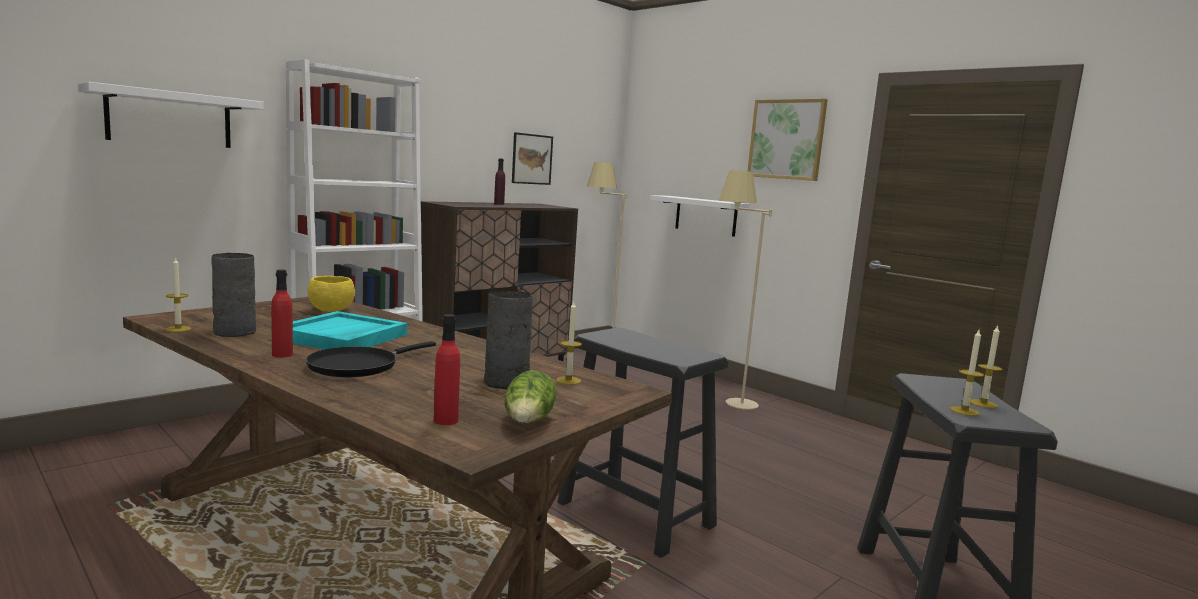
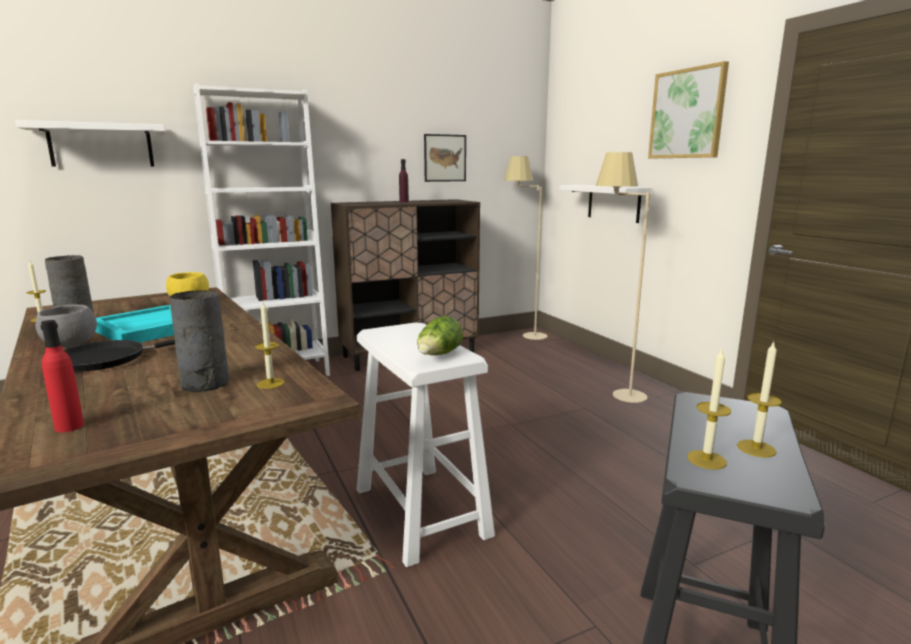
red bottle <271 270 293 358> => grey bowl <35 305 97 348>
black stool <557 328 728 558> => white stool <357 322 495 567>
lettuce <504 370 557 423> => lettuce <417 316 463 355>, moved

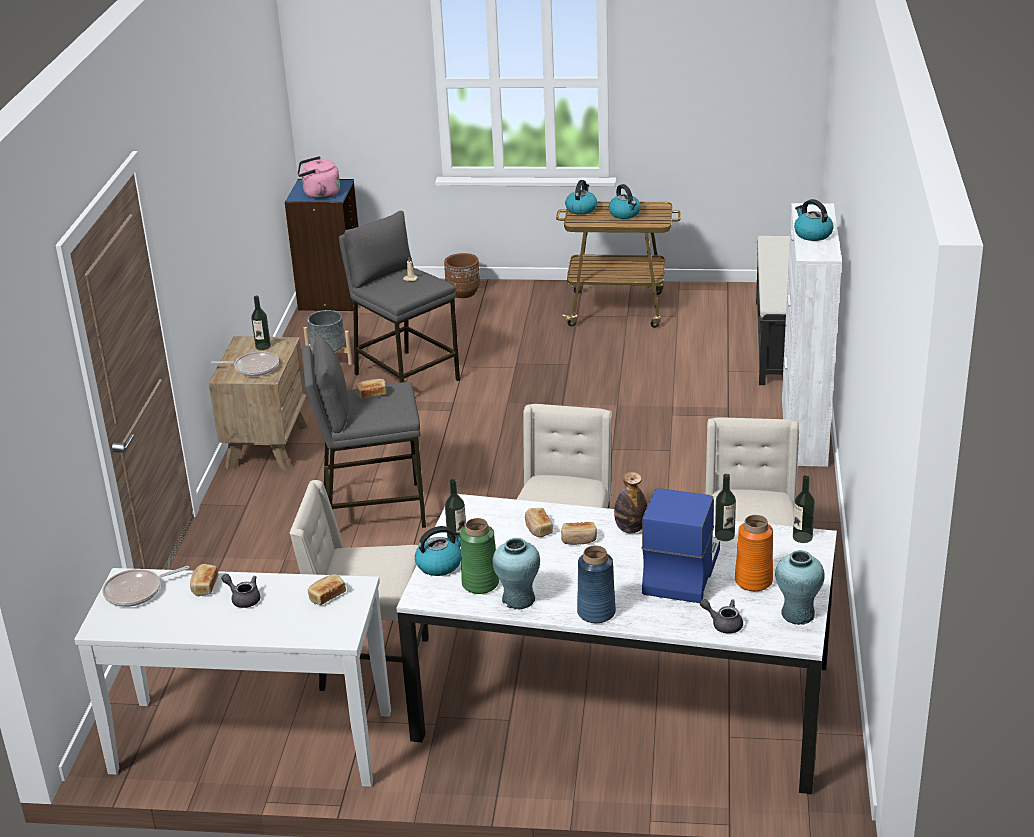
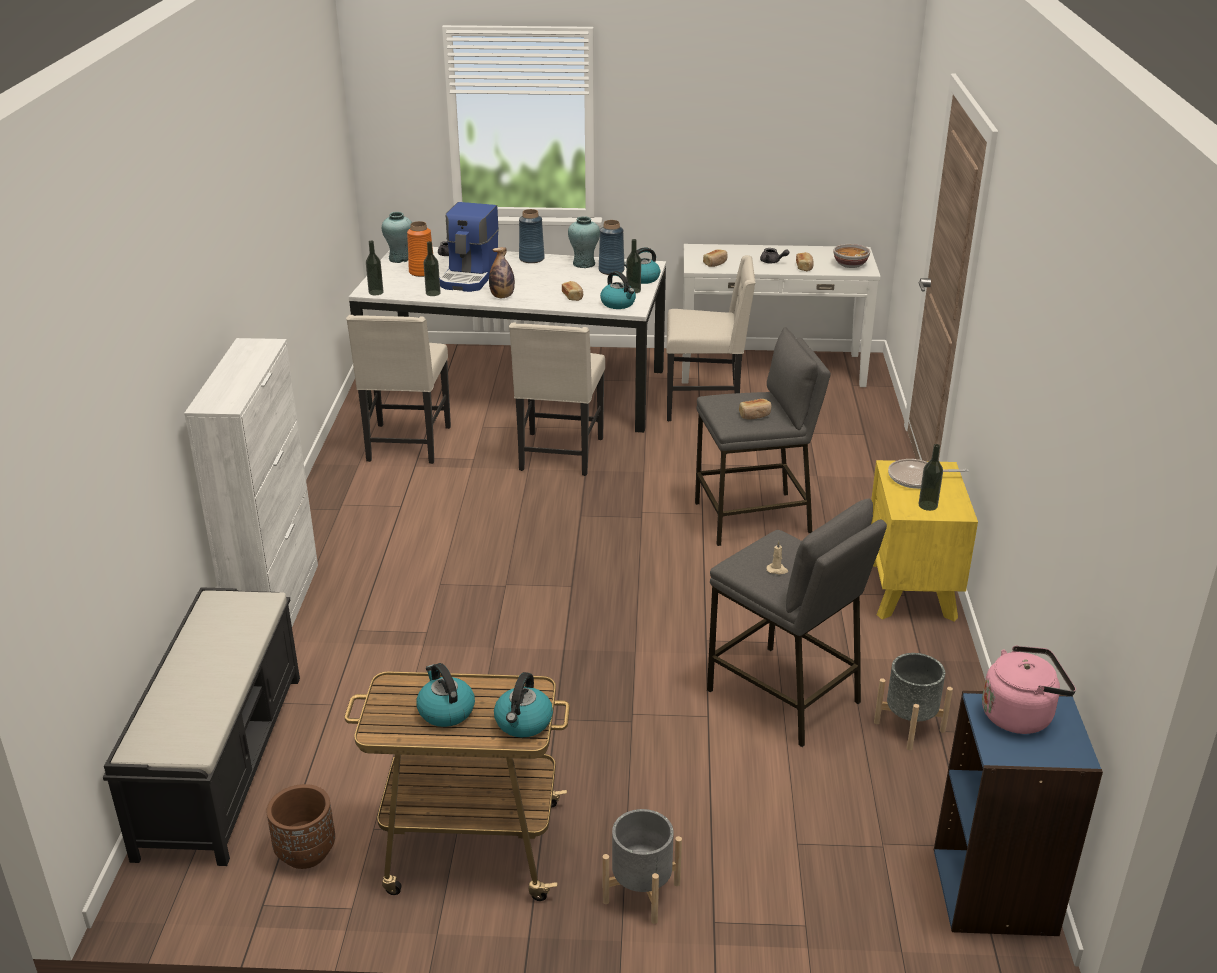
brown planter <444 253 480 298> => brown planter <266 784 335 869>, moved
green vase <460 518 499 594> => blue vase <599 220 625 275>
kettle <794 199 834 241> => kettle <600 271 636 309>, moved
nothing => grey planter <603 809 682 924>
frying pan <102 566 189 607> => bowl <834 244 870 268>
brown nightstand <209 336 308 471> => yellow nightstand <871 460 978 622>
bread <561 522 597 545> => nothing

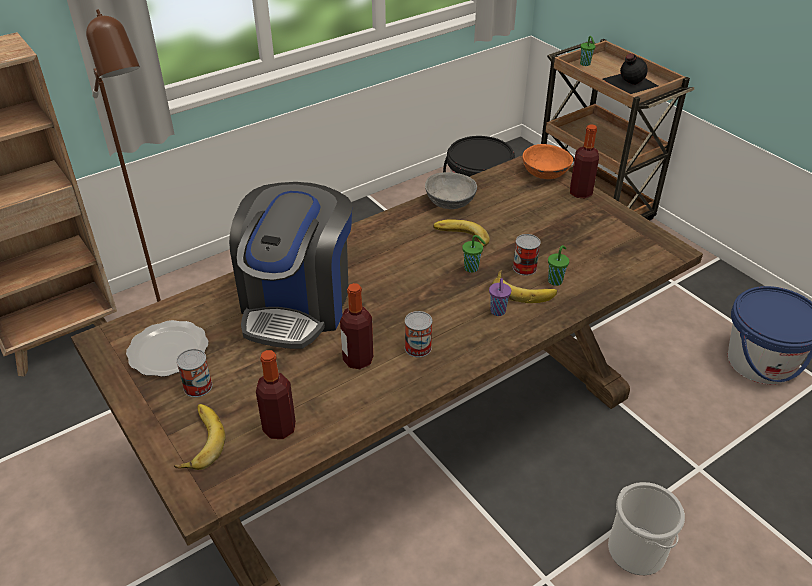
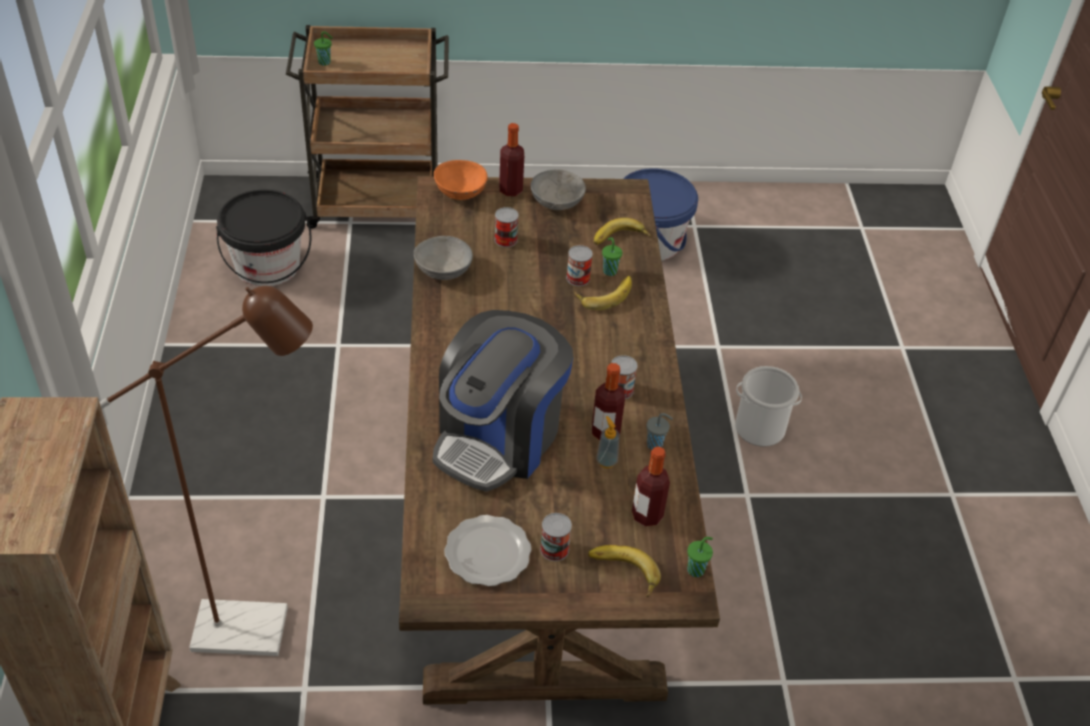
coffee machine <229 182 352 349> => coffee machine <433 310 573 492>, 75 degrees clockwise
nothing => can <494 207 519 247>
nothing => grey bowl <531 169 586 210>
banana <433 219 490 247> => banana <594 218 651 245>, moved
nothing => soap dispenser <596 416 620 468>
nothing => grey cup <646 413 673 450>
green cup <462 235 486 273> => green cup <687 537 713 577>, moved
purple cup <489 278 511 316> => nothing
black bottle <603 53 658 94> => nothing

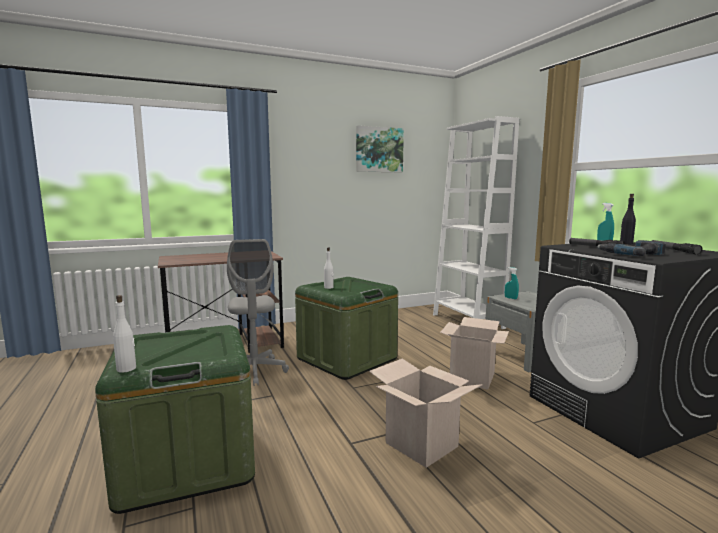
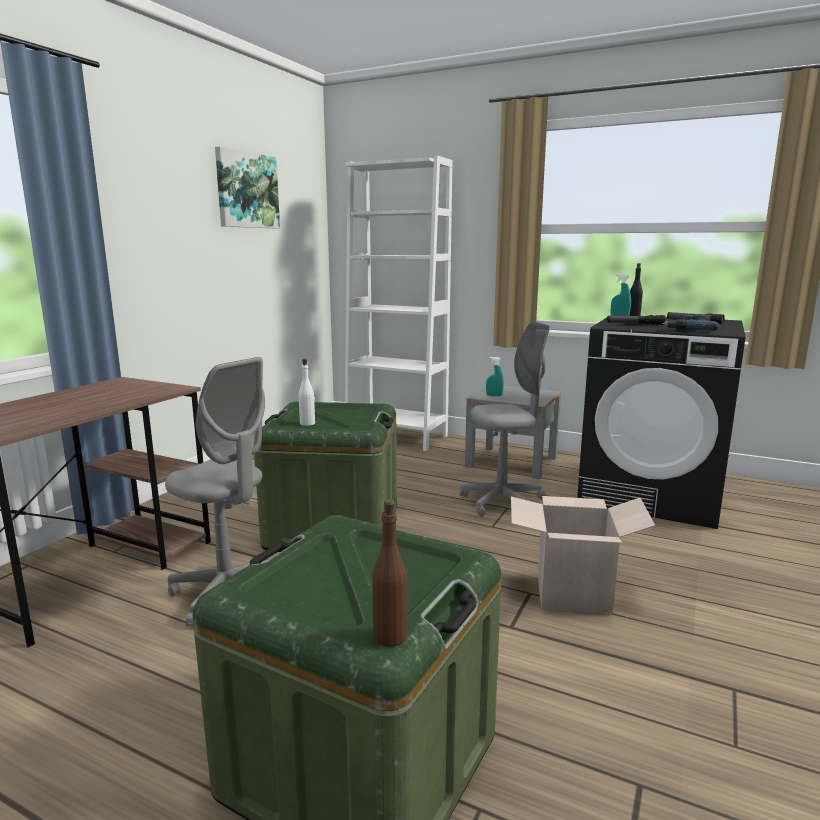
white bottle <113 295 136 373> => brown bottle <372 500 407 647>
cardboard box <440 317 509 390> => grey office chair <460 321 550 517>

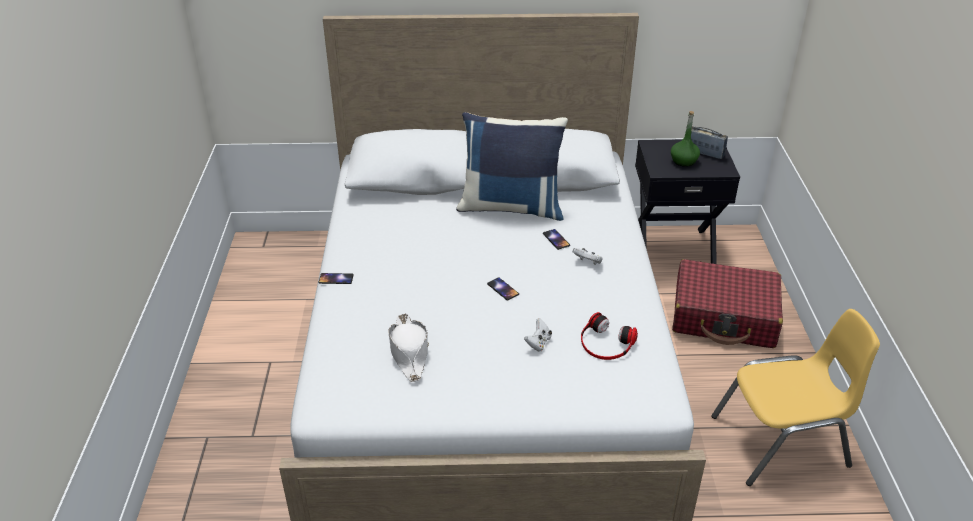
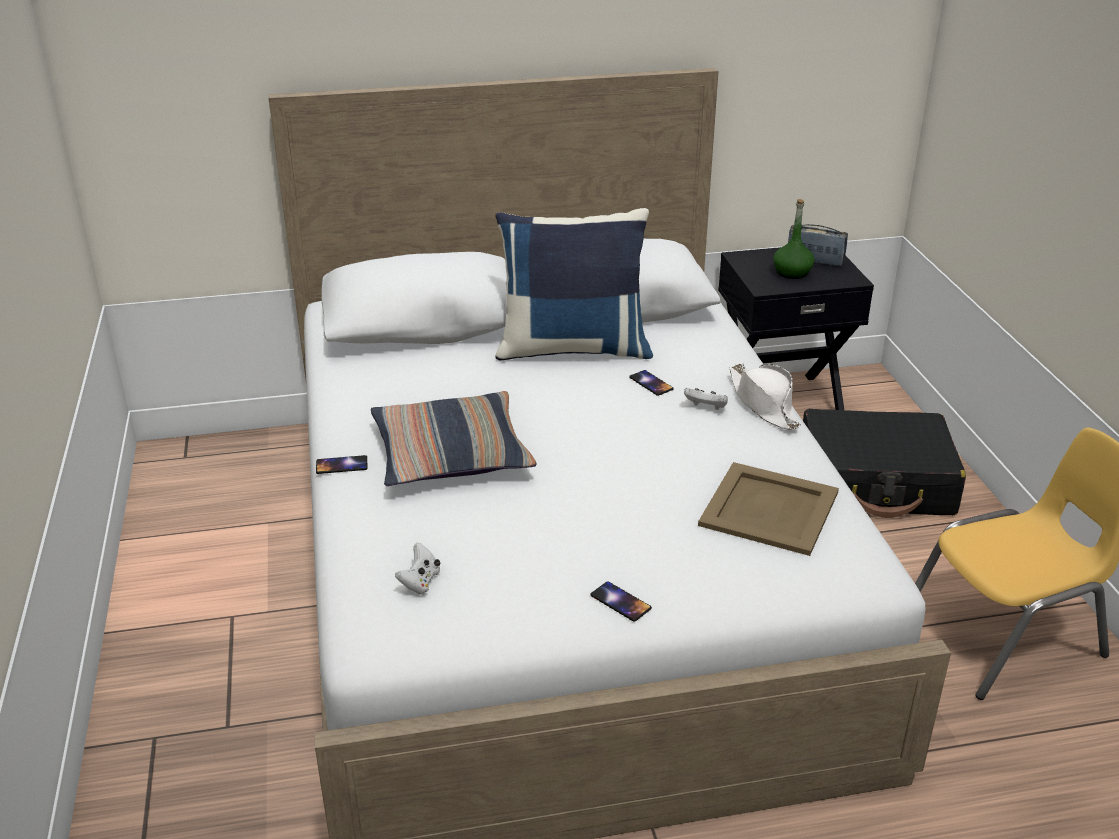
nothing => pillow <371 391 536 486>
white game controller <524 318 552 351> => white game controller <395 542 440 595>, moved
phone <487 278 519 301> => phone <590 581 652 622>, moved
headphones <581 312 638 360> => beige tray <698 462 839 556>
white hat <388 314 429 382> => white hat <730 363 801 430>, moved
red suitcase <672 259 783 348> => black suitcase <803 409 966 518>

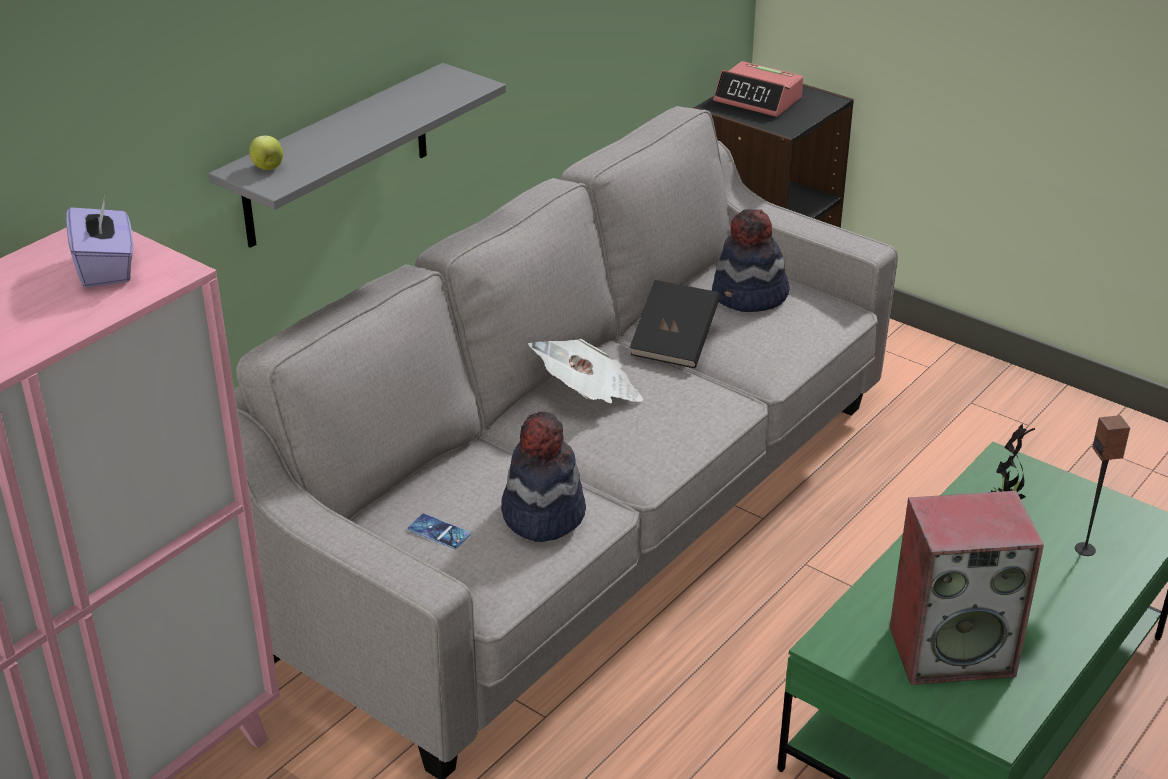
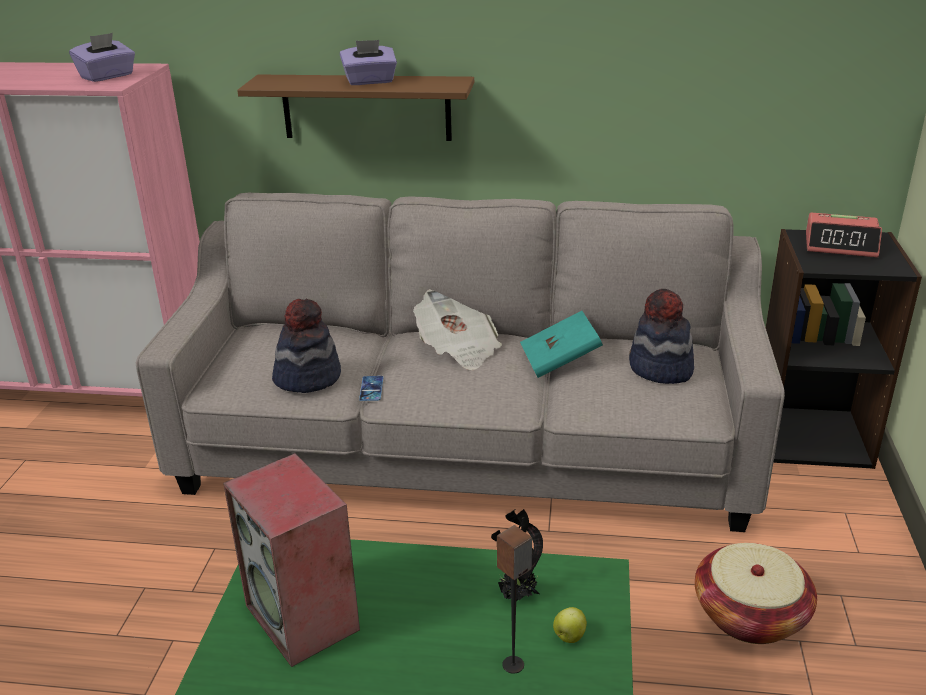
grey shelf <209 63 506 248> => brown shelf <237 75 474 141>
nothing => purple tissue box <340 40 397 85>
phone <408 513 471 549> => phone <359 376 383 401>, moved
black book <630 280 720 368> => turquoise book <520 311 603 378>
apple <249 135 283 170> => apple <553 607 587 643>, moved
nothing => basket <695 543 817 644>
alarm clock <713 61 803 117> => alarm clock <806 213 882 258>, 75 degrees counterclockwise

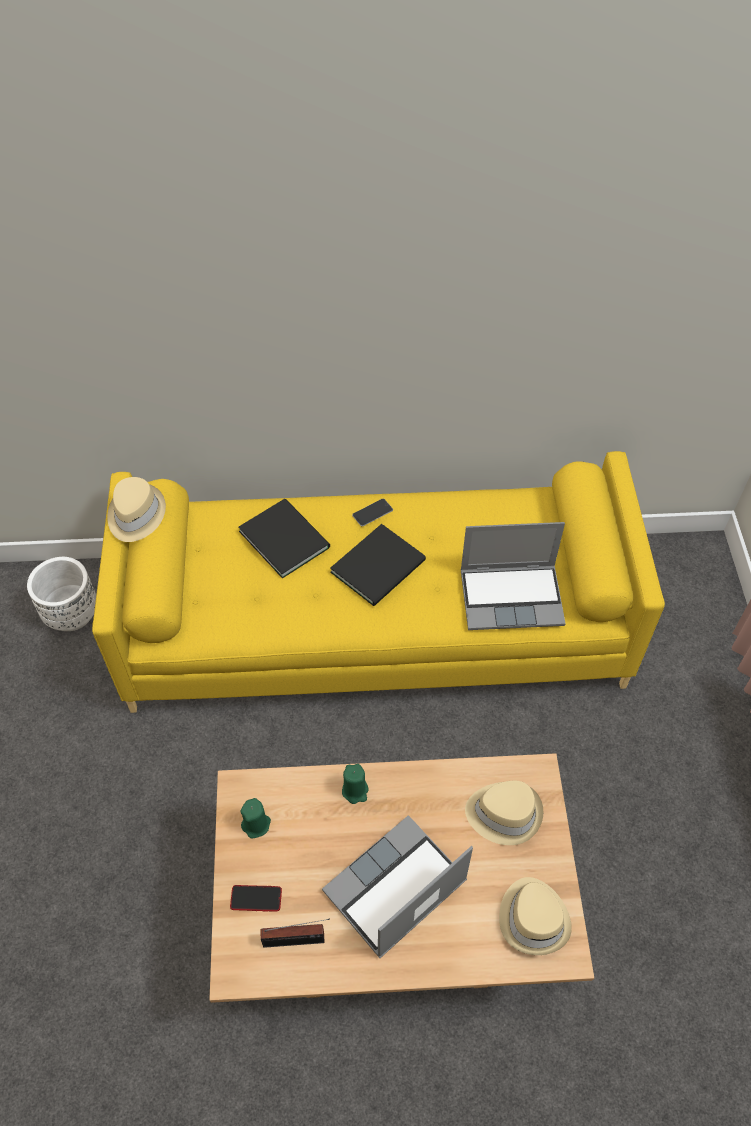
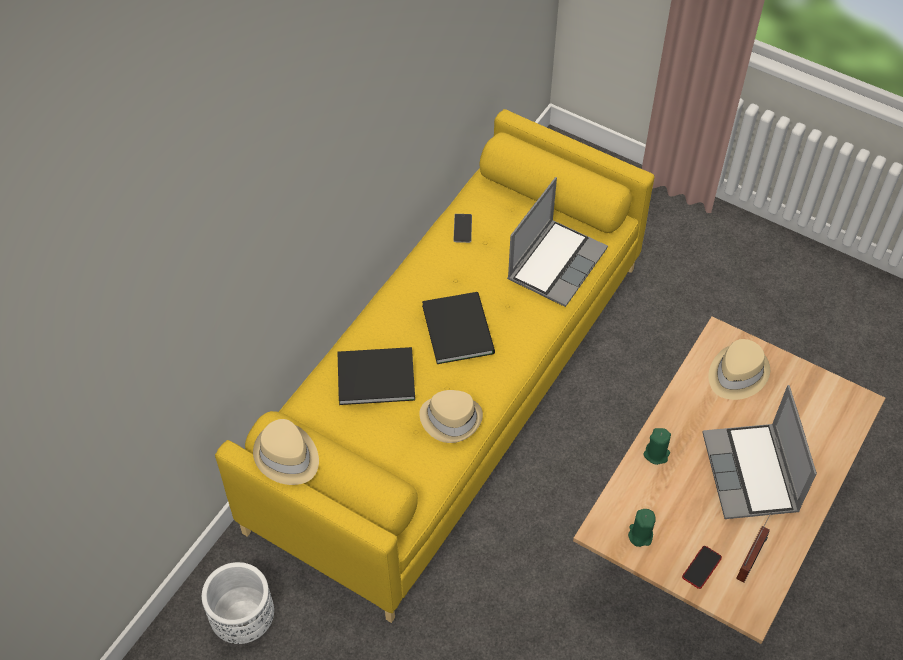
beige hat <499 877 572 955> => beige hat <419 390 483 443>, moved
phone <352 498 393 526> => phone <453 214 472 243>, moved

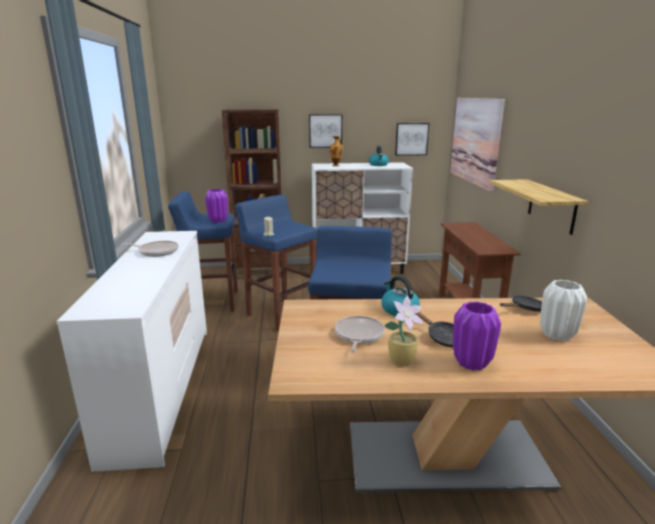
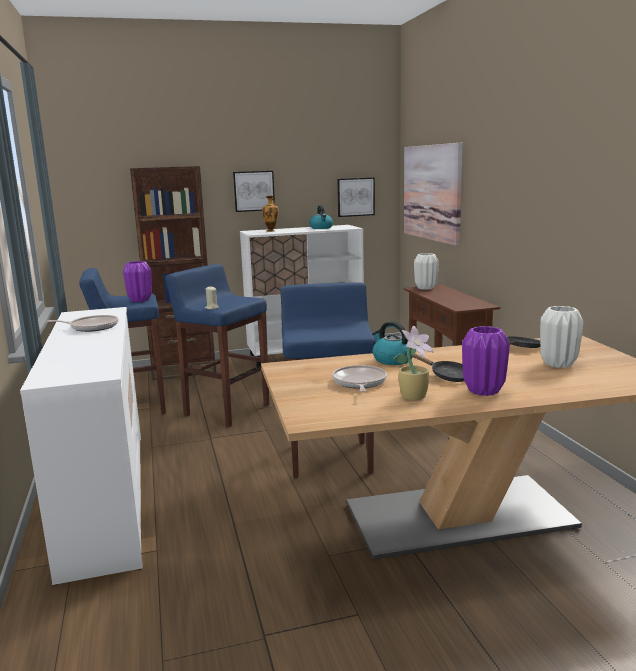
nothing => white vase <414 253 439 290>
shelf <489 179 588 235> => nothing

